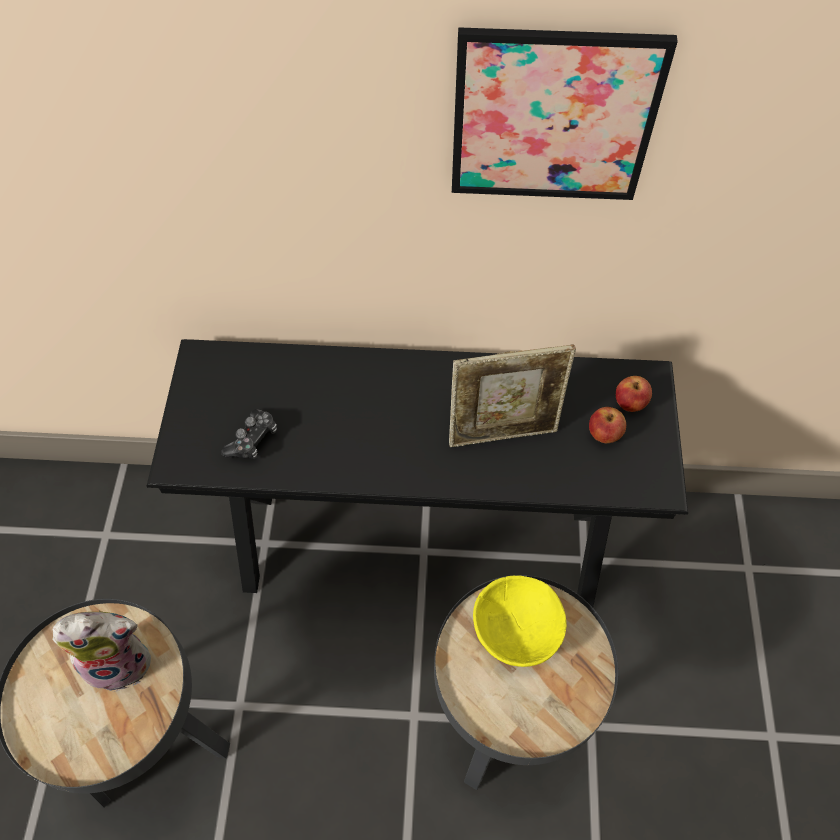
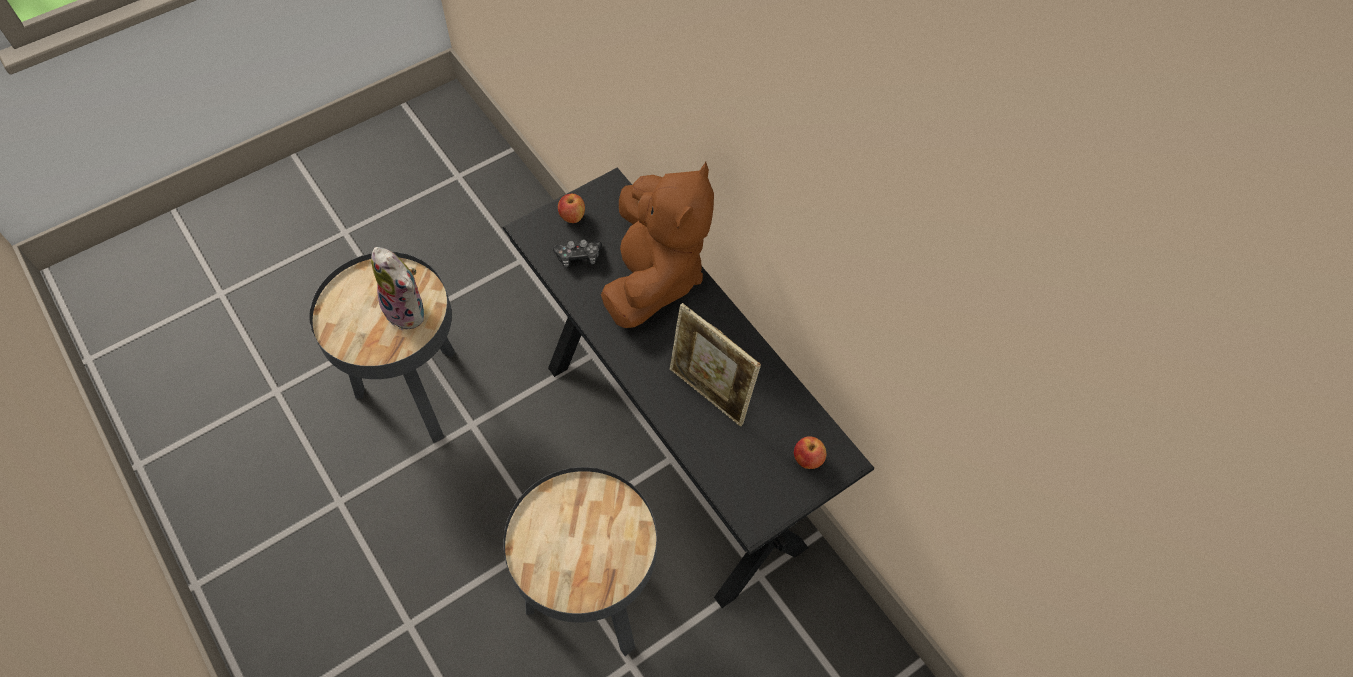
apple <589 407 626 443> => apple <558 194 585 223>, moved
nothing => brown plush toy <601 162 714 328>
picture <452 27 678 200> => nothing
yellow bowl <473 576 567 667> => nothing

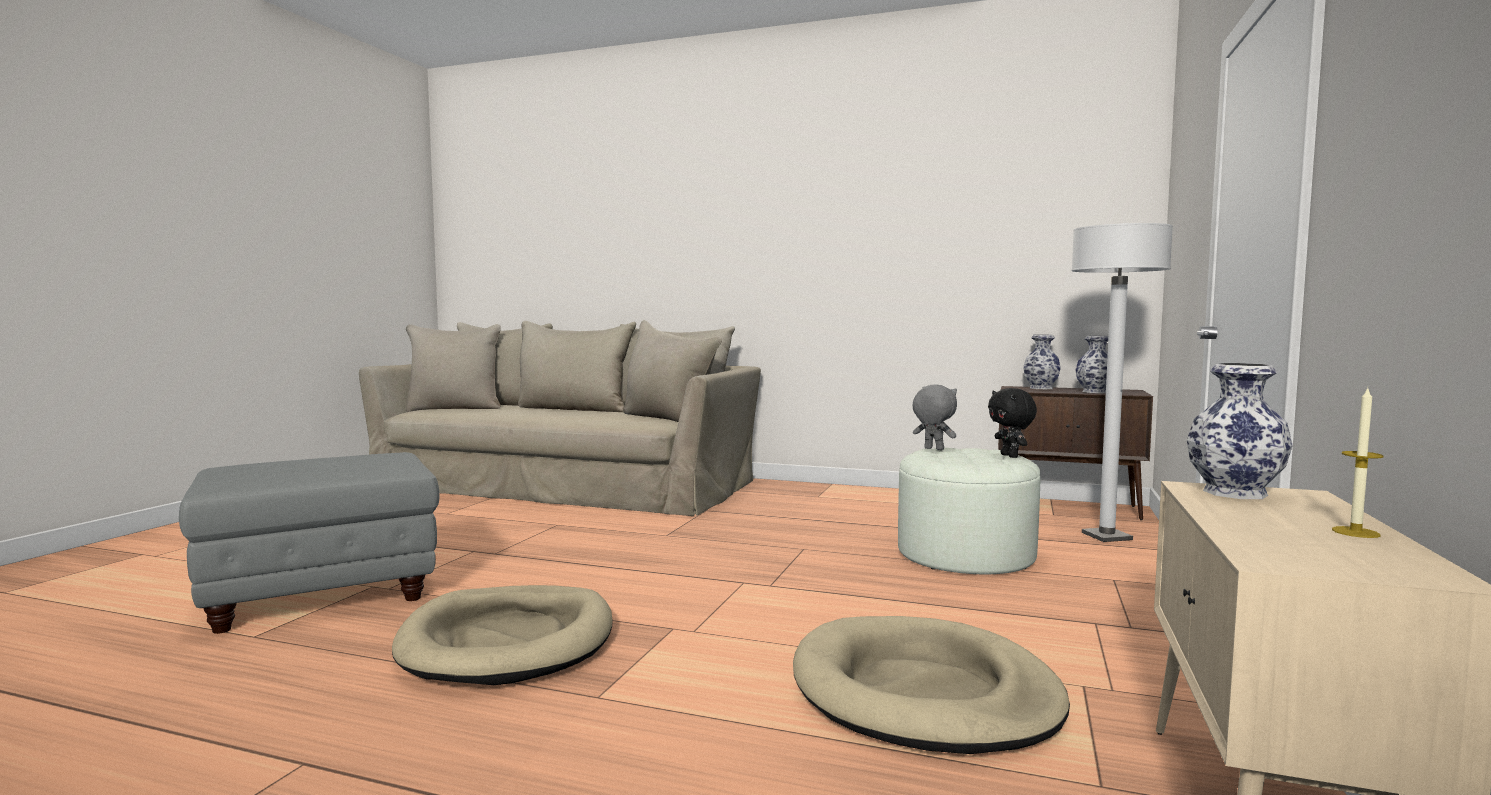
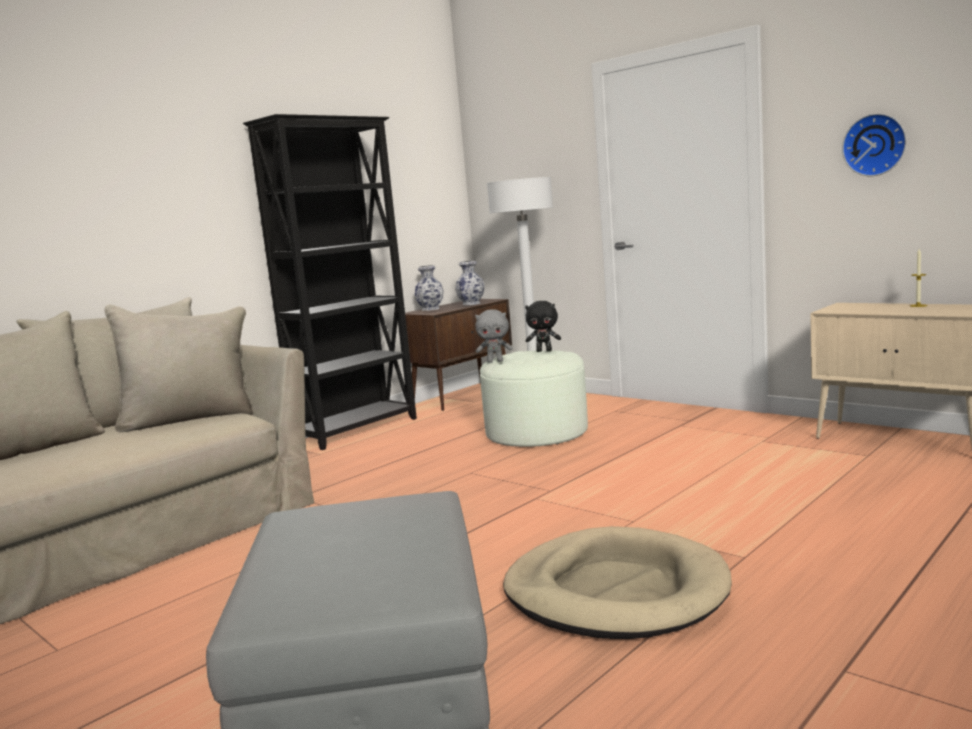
nothing => black bookcase <243 114 417 450>
grey plush toy <913 384 957 450> => grey plush toy <475 309 513 363>, 150 degrees counterclockwise
nothing => wall clock <842 113 907 176>
beige dog bed <793 616 1070 754> => nothing
vase <1187 363 1293 499> => nothing

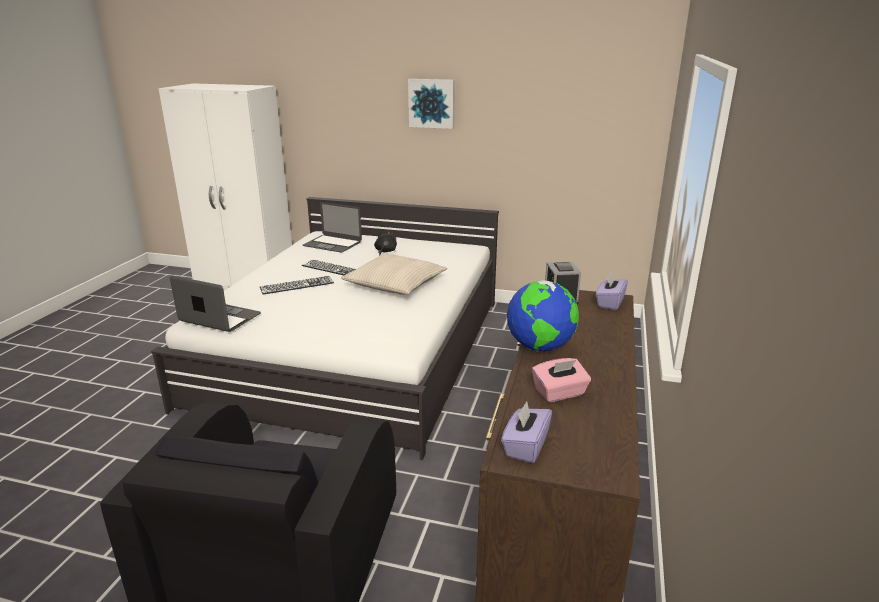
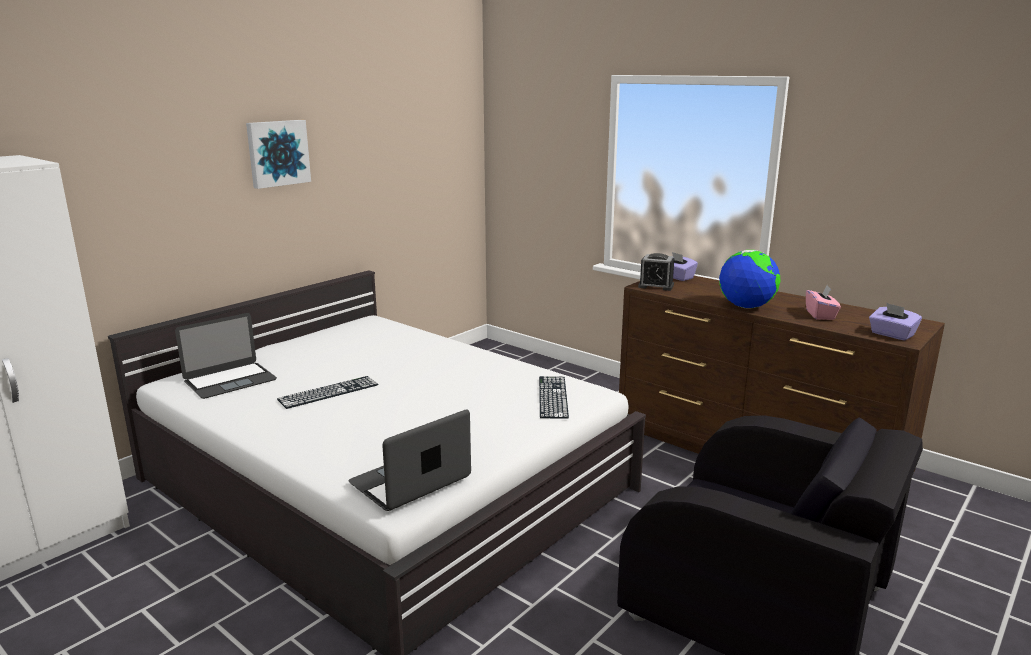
keyboard <260 276 334 295> => keyboard <539 376 569 419>, moved
beige pillow <341 254 447 295> => nothing
black plush toy <374 231 397 256> => nothing

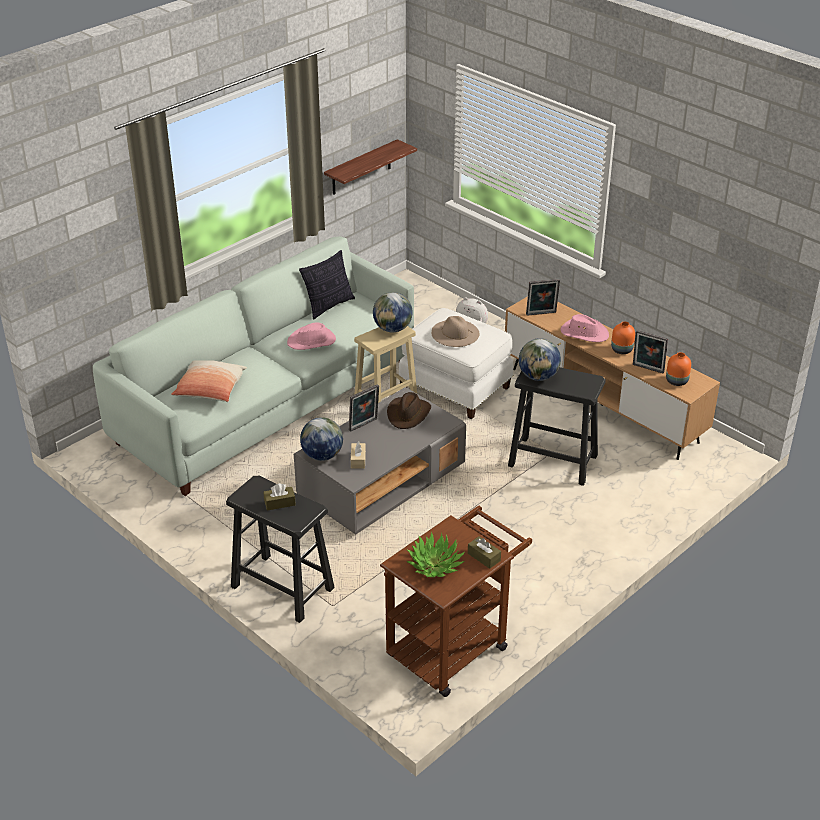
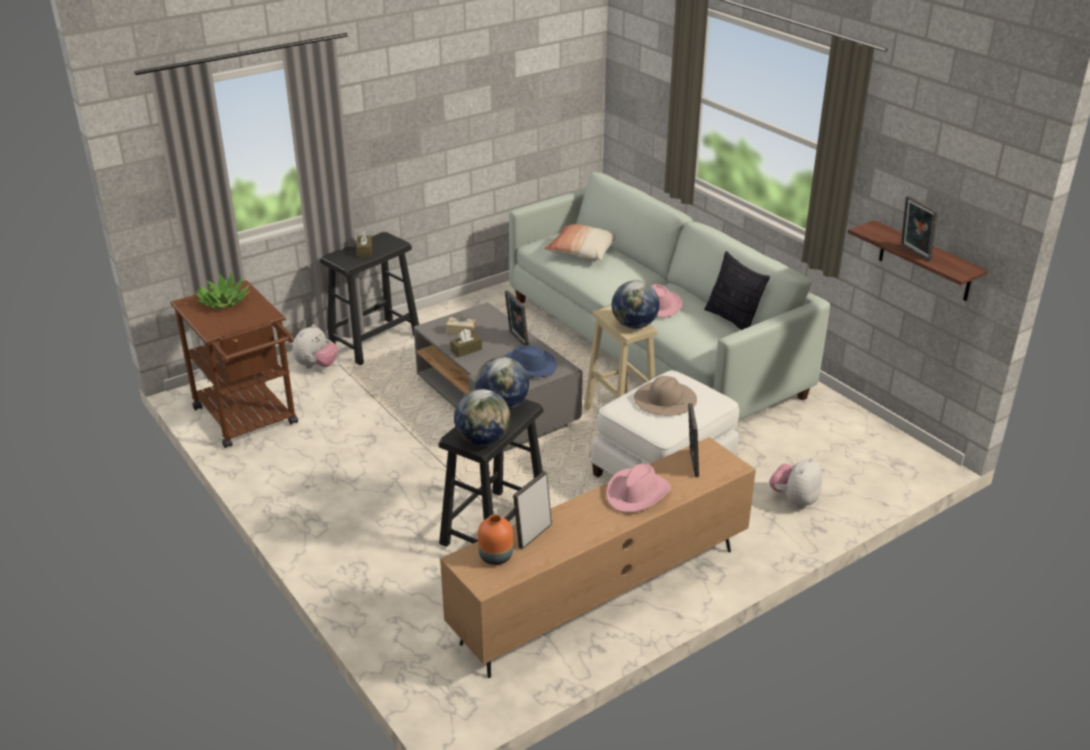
nothing => plush toy <293 324 338 368>
brown tissue box <468 537 501 569> => brown tissue box <450 329 482 357>, moved
globe <300 417 343 461> => globe <454 389 510 446>, moved
brown hat <387 392 431 429> => blue hat <503 345 557 377>
nothing => picture frame <901 196 938 261>
orange vase <611 321 635 354> => nothing

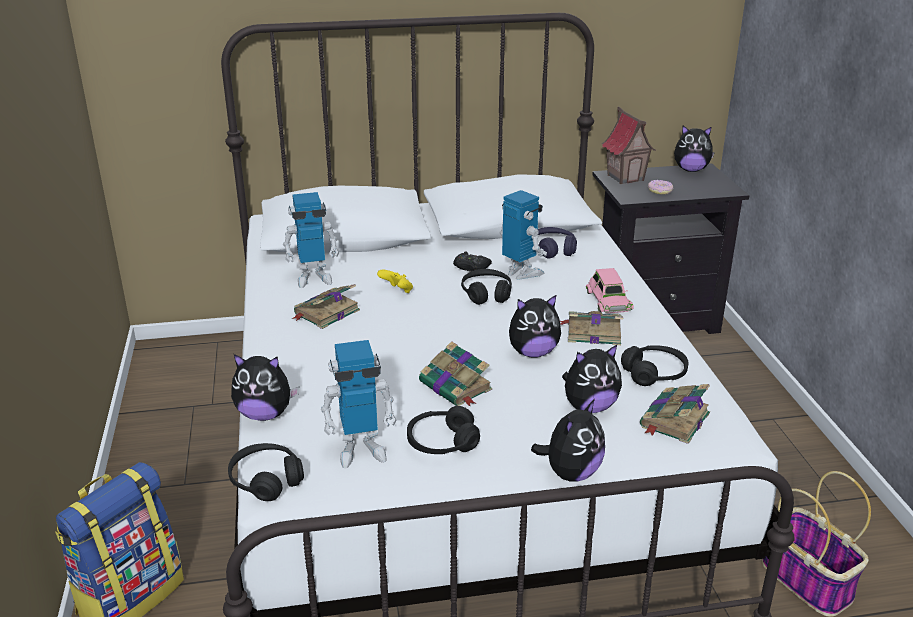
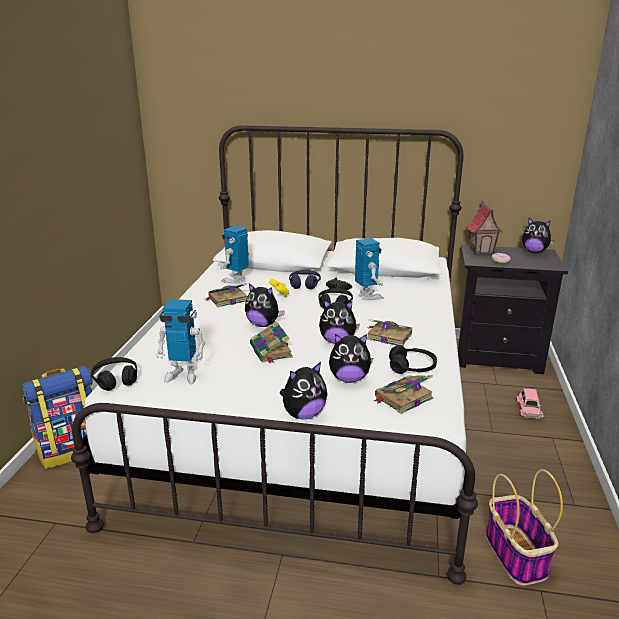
toy robot <283 192 339 288> => toy robot <220 226 249 284>, 120 degrees clockwise
plush toy <231 354 299 421> => plush toy <245 283 285 327>, moved
purple headphones <538 227 577 259> => purple headphones <289 270 321 289>, moved
pink toy car <586 268 634 313> => pink toy car <516 388 543 419>, moved
black headphones <407 406 480 454> => nothing

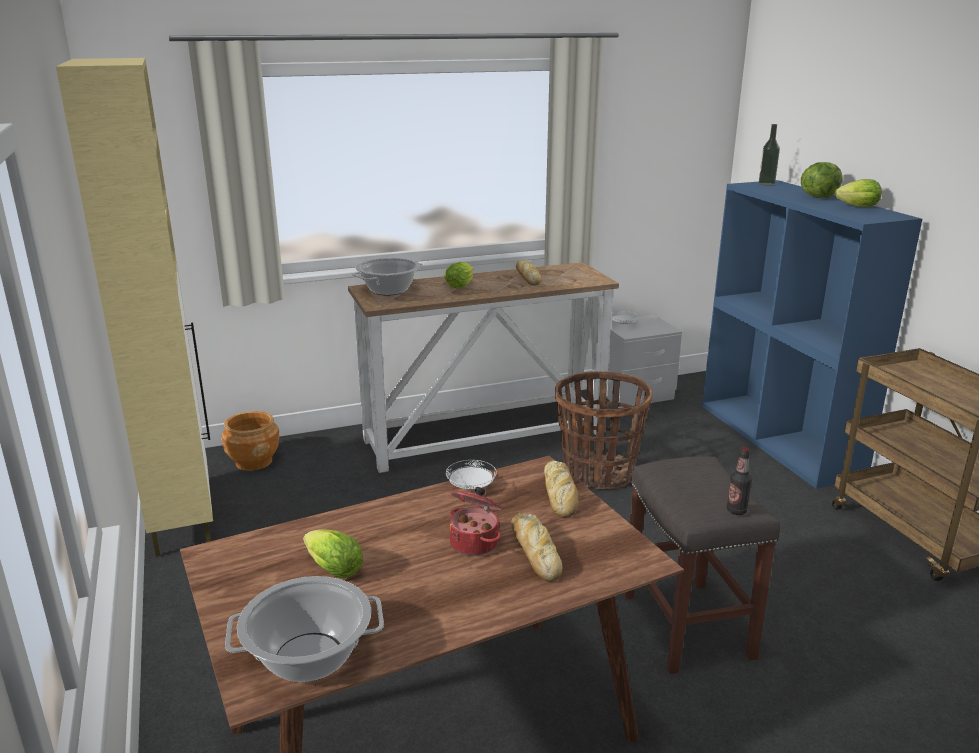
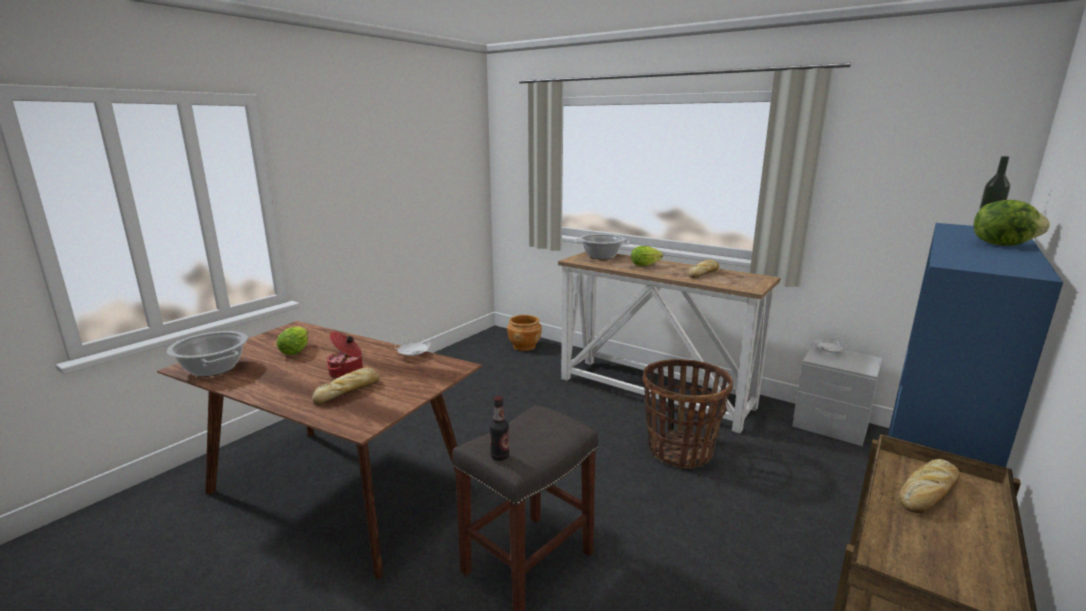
bread <544 461 578 518> => bread <899 459 960 513>, moved
beige cabinet <56 58 213 557> => nothing
lettuce <834 179 882 207> => nothing

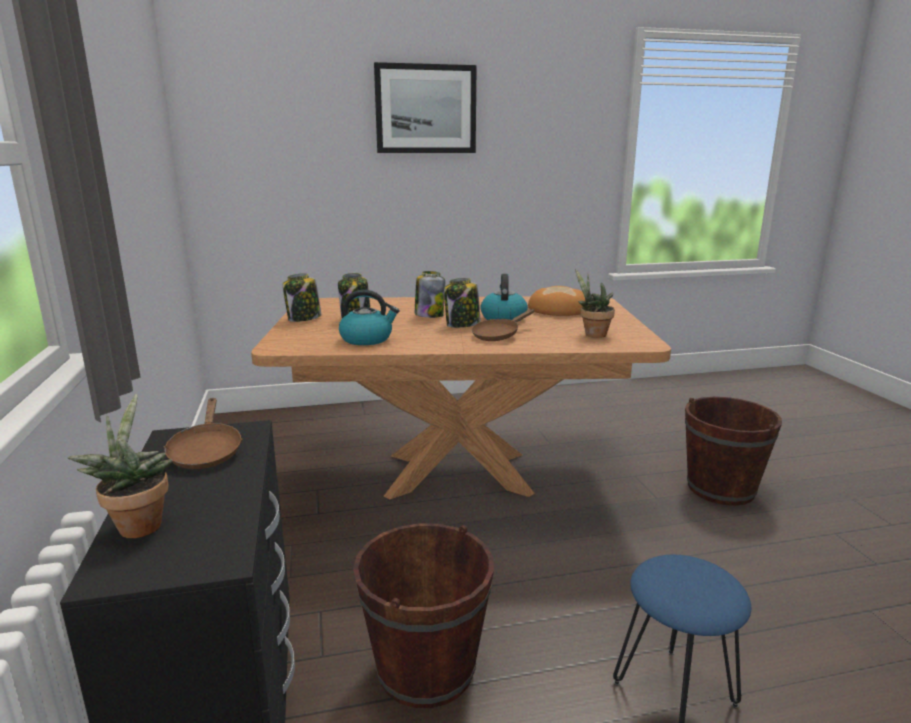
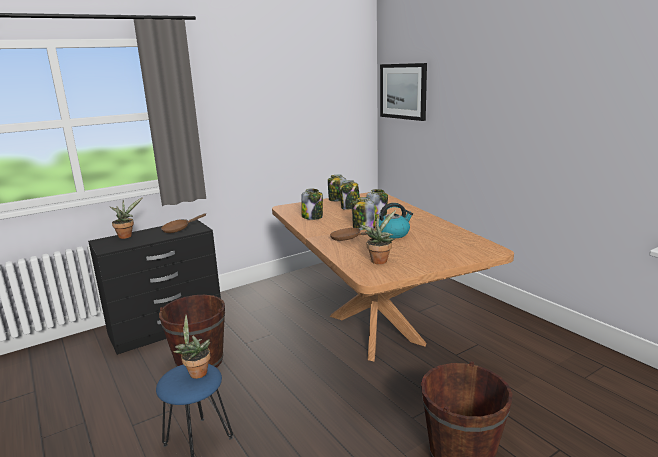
nothing => potted plant <173 315 210 379>
kettle <339 290 399 345> => jar <301 189 323 220>
picture <374 62 477 153> => picture <380 63 427 121>, moved
bread <528 286 585 316> => nothing

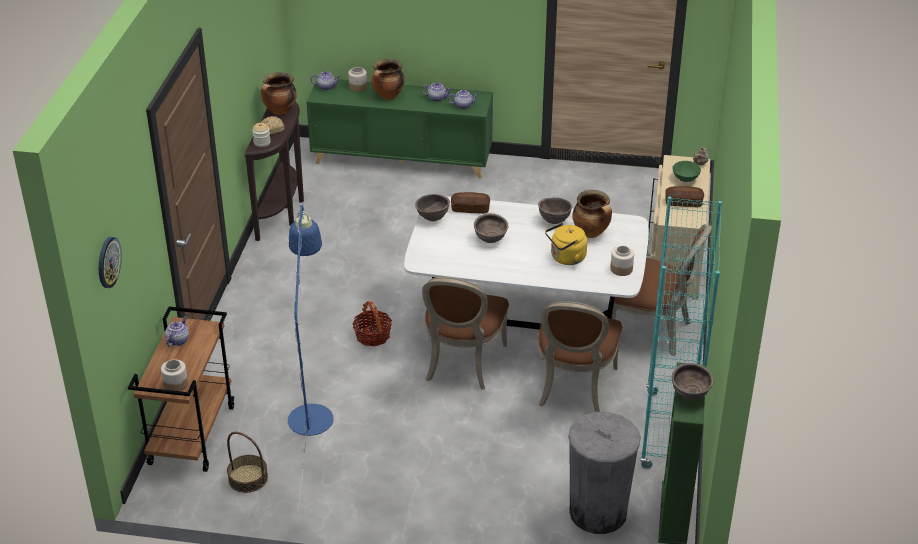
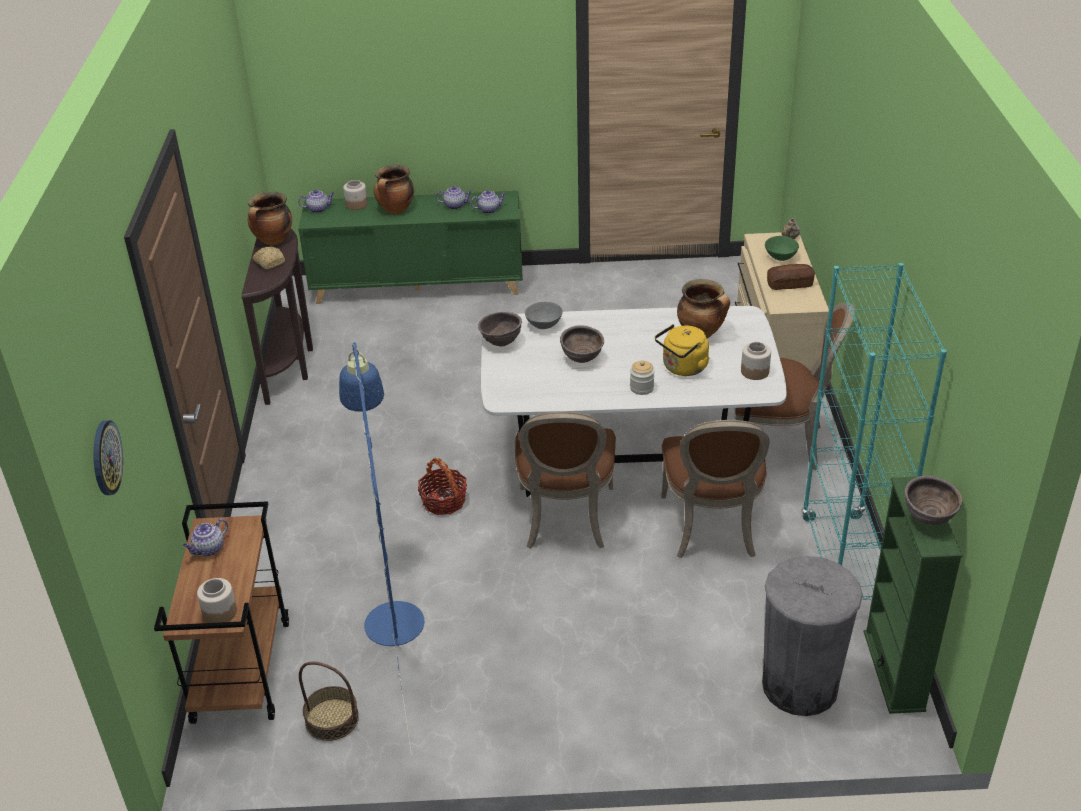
teapot <165 316 189 346> => teapot <183 519 228 556>, 150 degrees counterclockwise
bread <451 192 490 214> => grey bowl <525 302 563 329>
jar <252 123 271 147> => jar <630 360 655 395>, moved
brown bowl <538 197 572 224> => nothing

